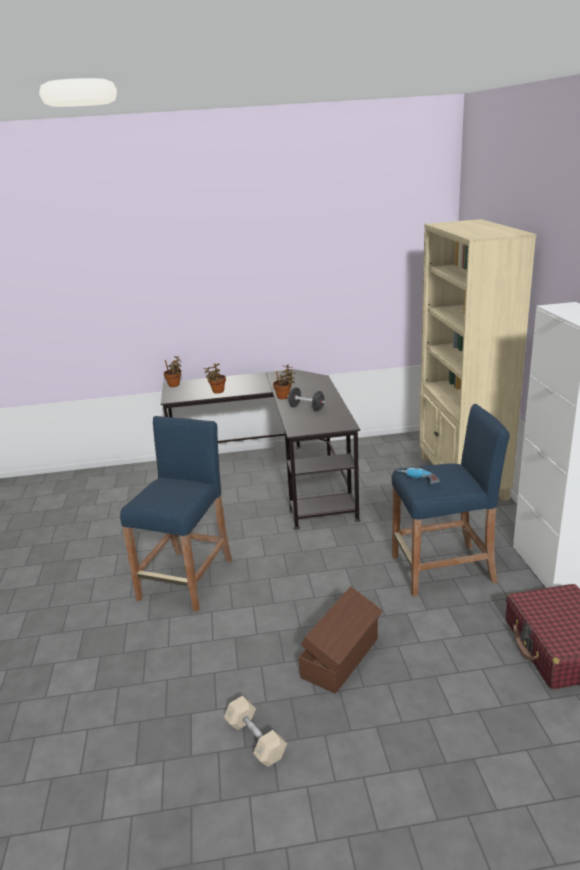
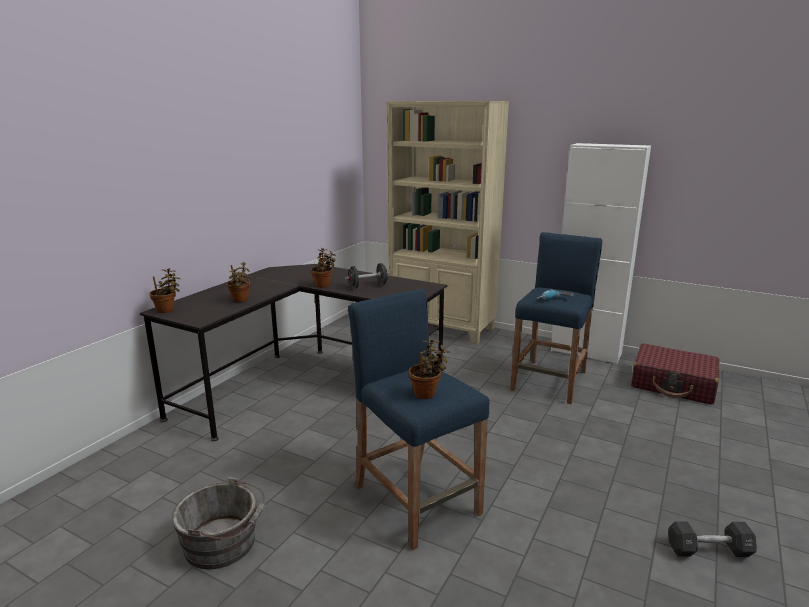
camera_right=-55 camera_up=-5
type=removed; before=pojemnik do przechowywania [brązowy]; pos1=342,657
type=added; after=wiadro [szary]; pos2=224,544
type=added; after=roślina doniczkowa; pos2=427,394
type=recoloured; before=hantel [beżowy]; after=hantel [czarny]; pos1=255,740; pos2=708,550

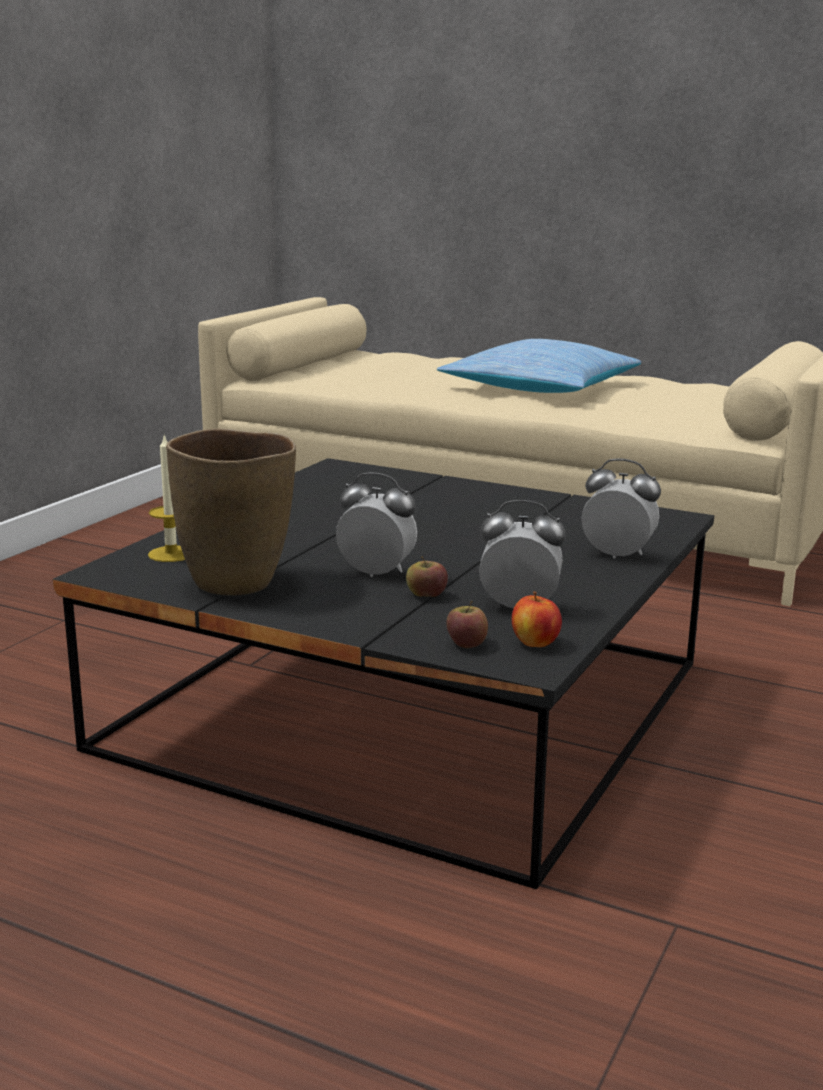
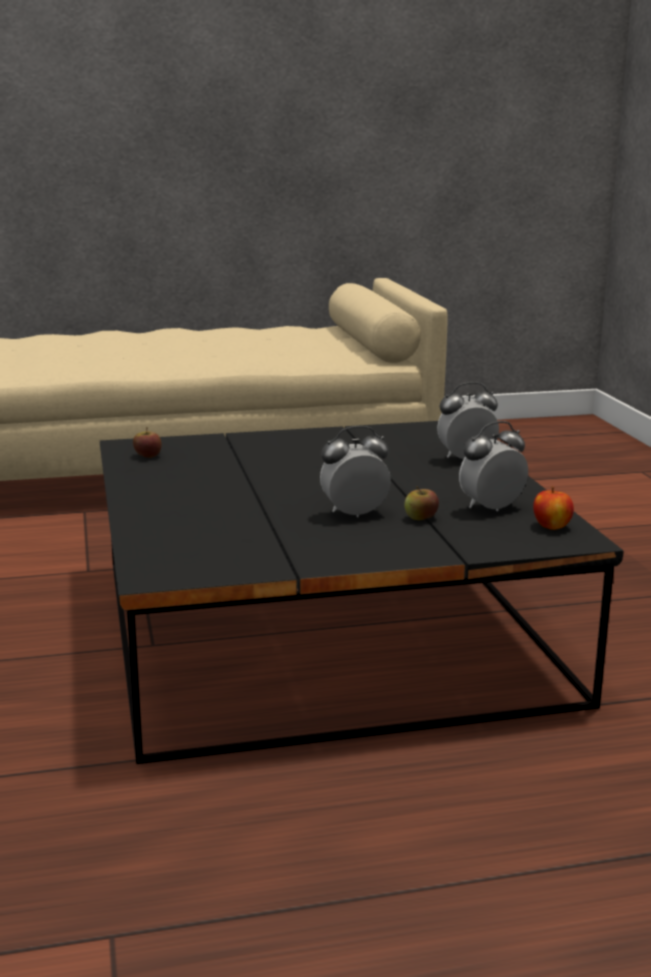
camera_right=-40 camera_up=0
type=removed; before=świeca; pos1=171,554
type=removed; before=wazon [brązowy]; pos1=236,583
type=removed; before=poduszka; pos1=539,388
type=moved; before=jabłko; pos1=466,643; pos2=147,456

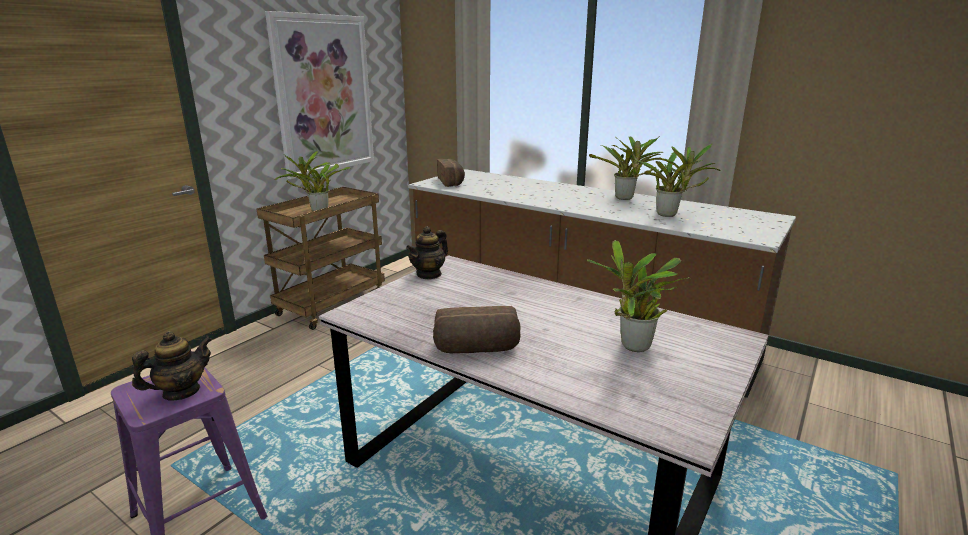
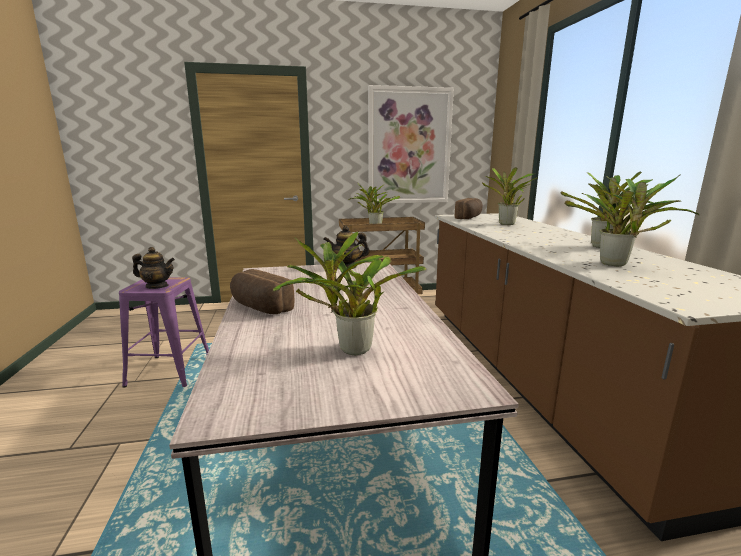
camera_right=45 camera_up=-5
type=added; after=roślina doniczkowa; pos2=506,224

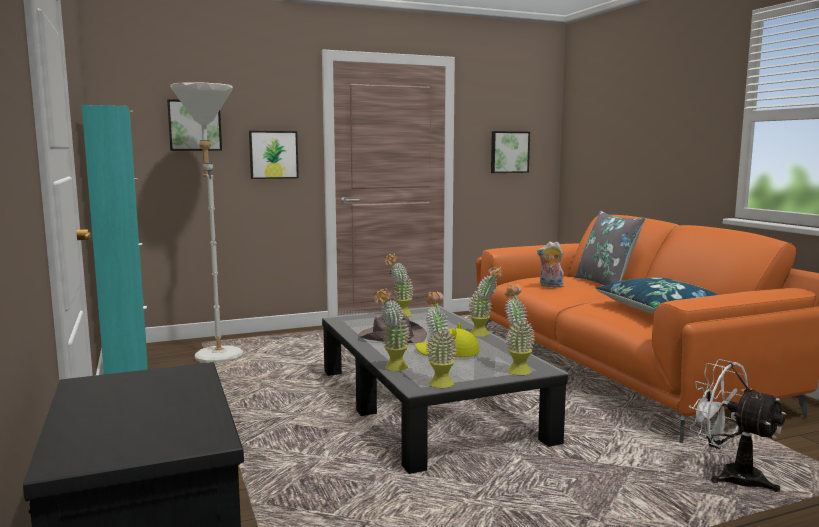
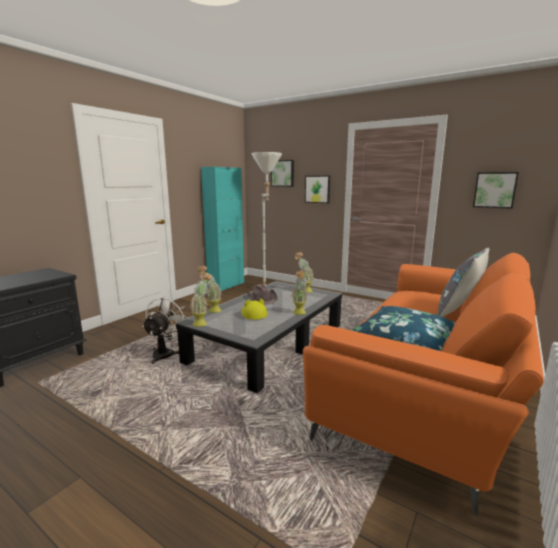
camera_right=55 camera_up=5
type=removed; before=roślina doniczkowa; pos1=516,369
type=removed; before=pluszak; pos1=550,286
type=moved; before=wentylator [biały]; pos1=730,475; pos2=165,353

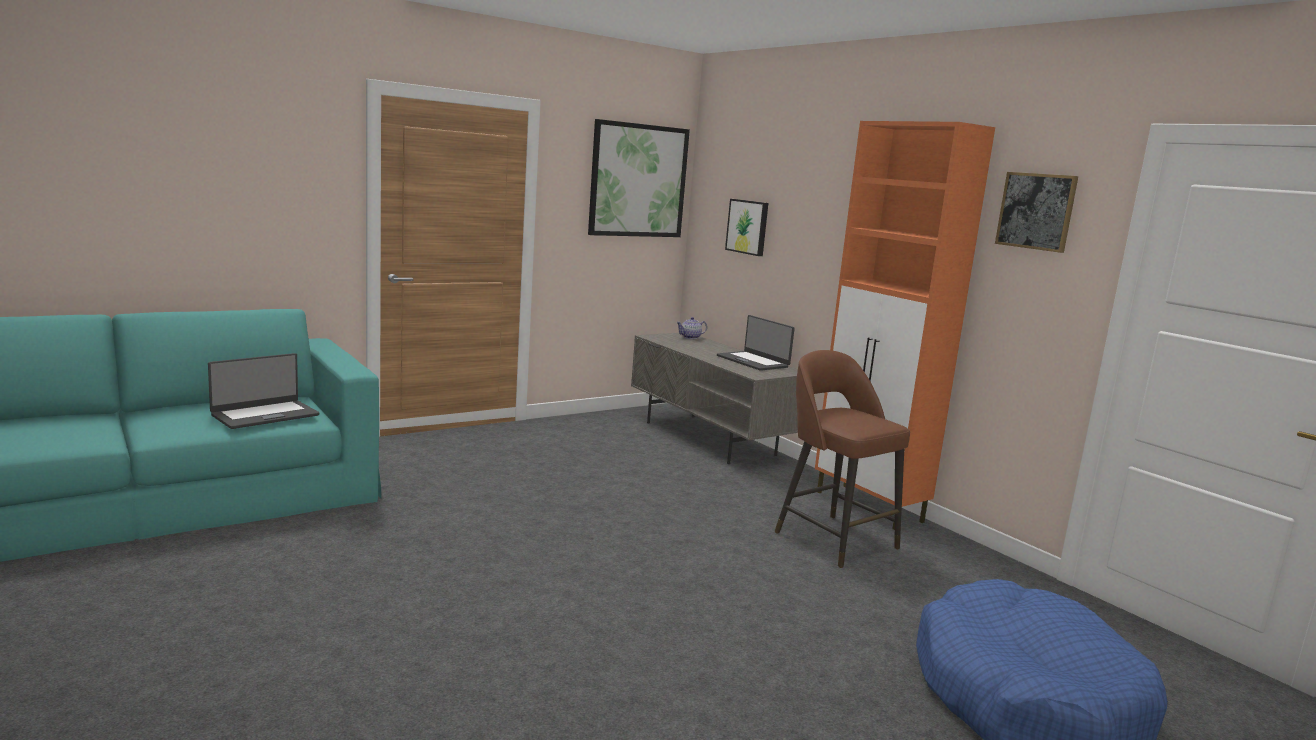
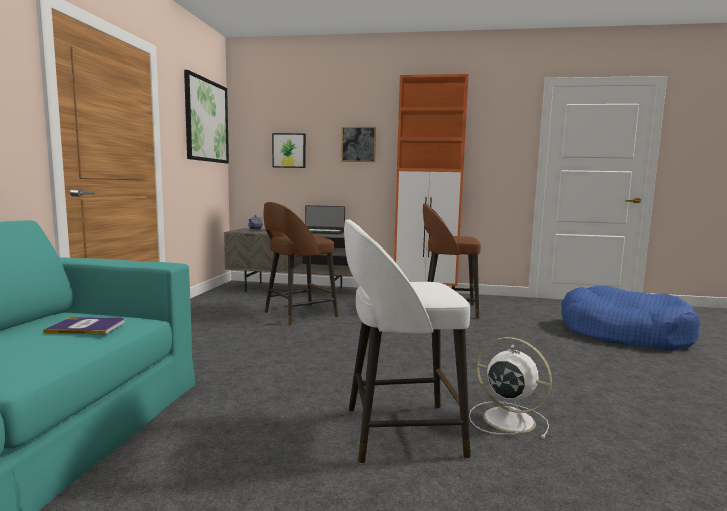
camera_right=-45 camera_up=-5
type=added; after=stołek [brązowy]; pos2=298,314
type=added; after=stołek [biały]; pos2=399,431
type=added; after=wentylator [biały]; pos2=506,419
type=moved; before=obraz; pos1=1036,211; pos2=358,144
type=replaced; before=laptop; after=książka; pos1=265,415; pos2=87,327

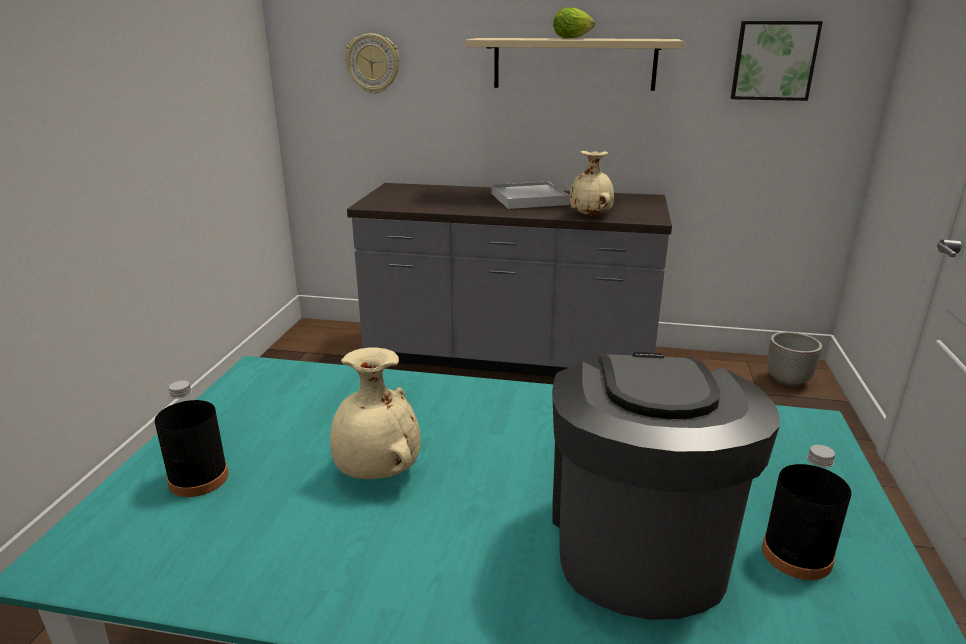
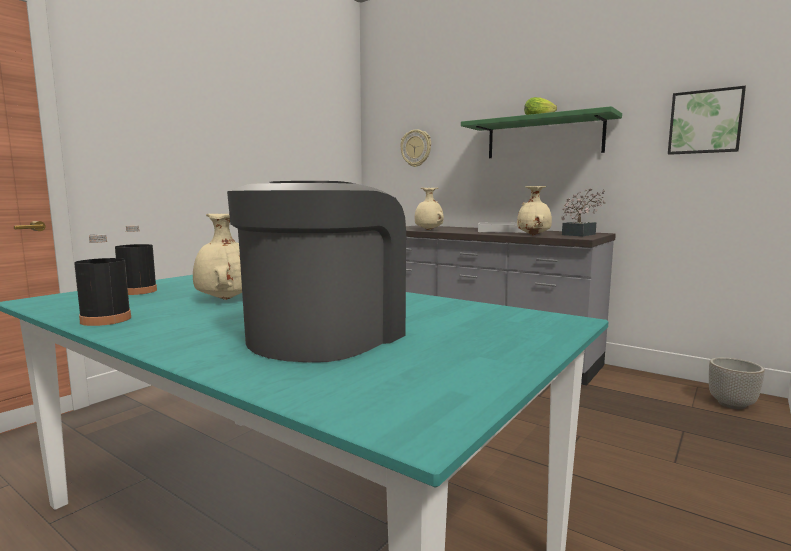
camera_right=25 camera_up=-15
type=added; after=wazon [beżowy]; pos2=428,230
type=added; after=roślina doniczkowa; pos2=581,234
type=moved; before=butelka [czarny]; pos1=796,555; pos2=106,320
type=recoloured; before=półka [beżowy]; after=półka [zielony]; pos1=574,64; pos2=543,138

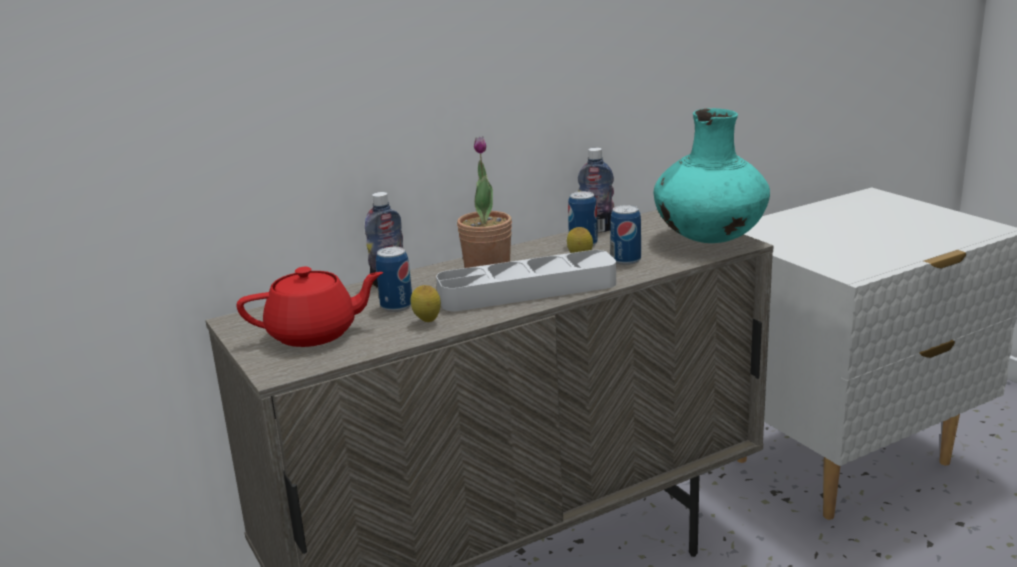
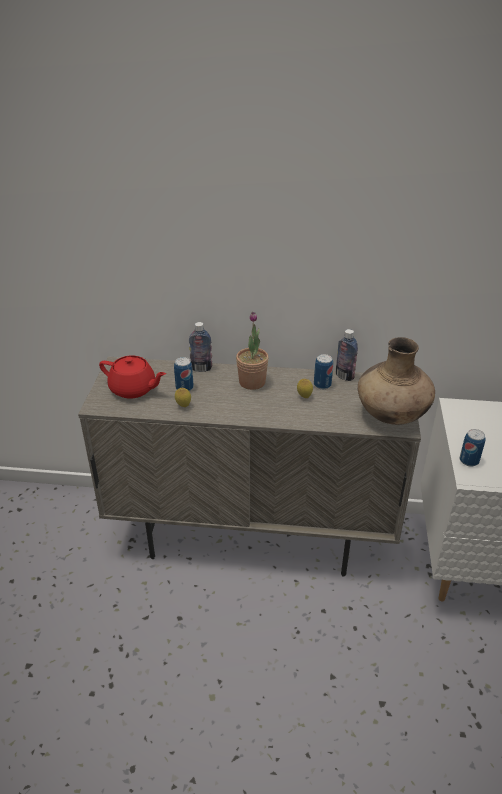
camera_right=35 camera_up=15
type=removed; before=taca [szary]; pos1=527,290
type=moved; before=puszka; pos1=626,260; pos2=469,460
type=recoloured; before=wazon [turkusowy]; after=wazon [brązowy]; pos1=709,239; pos2=391,415

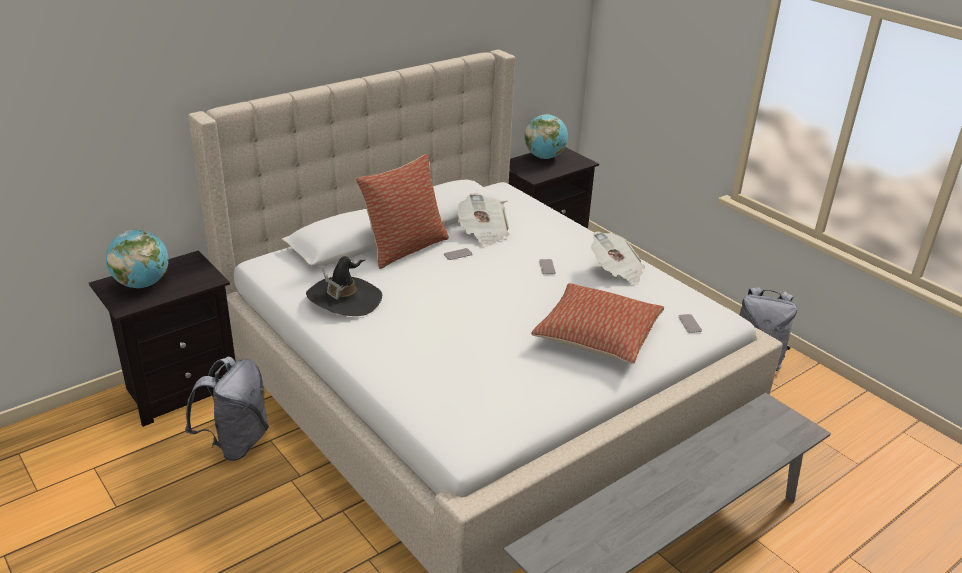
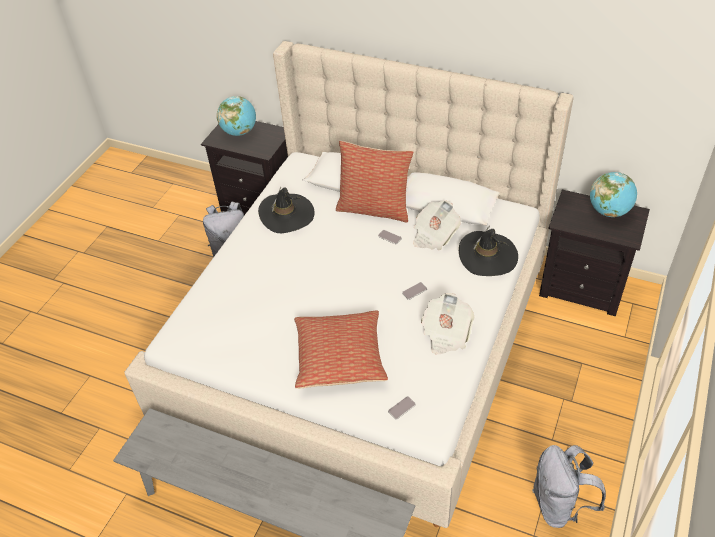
camera_right=65 camera_up=15
type=added; after=kapelusz [czarny]; pos2=487,256

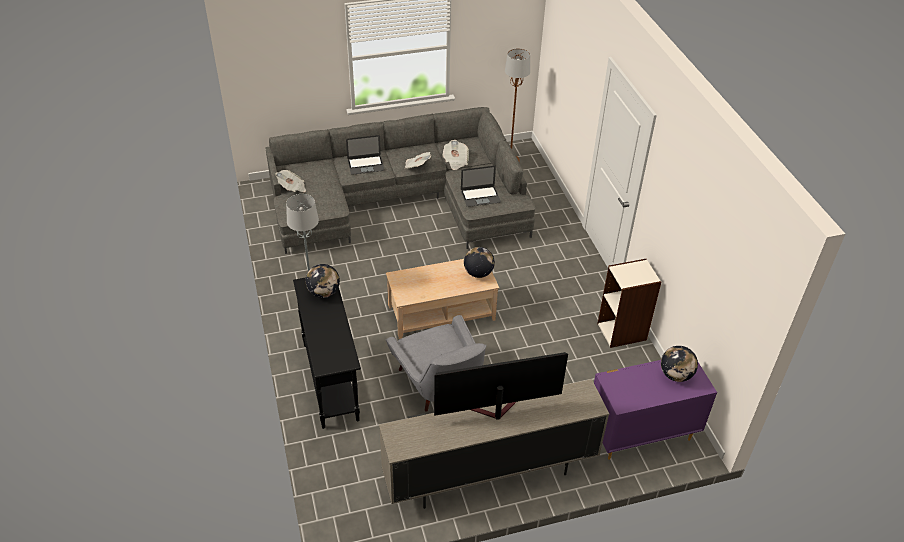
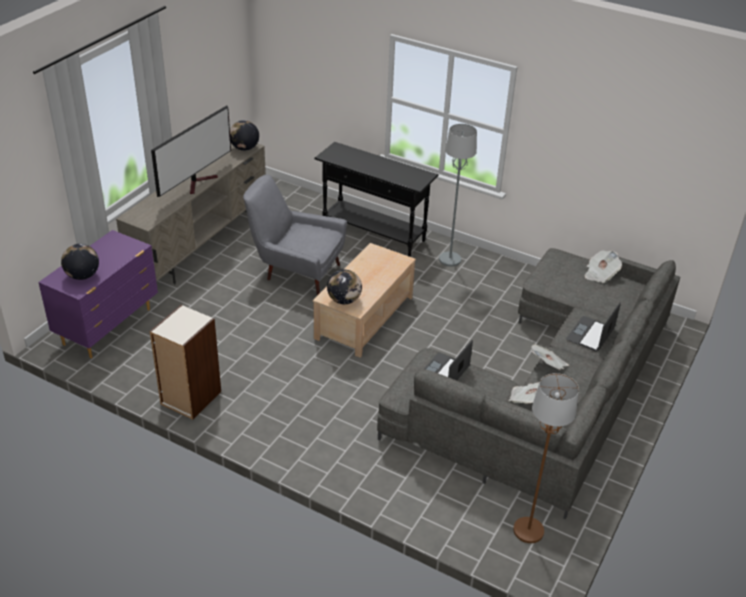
camera_right=135 camera_up=-5
type=moved; before=globus; pos1=324,292; pos2=244,148

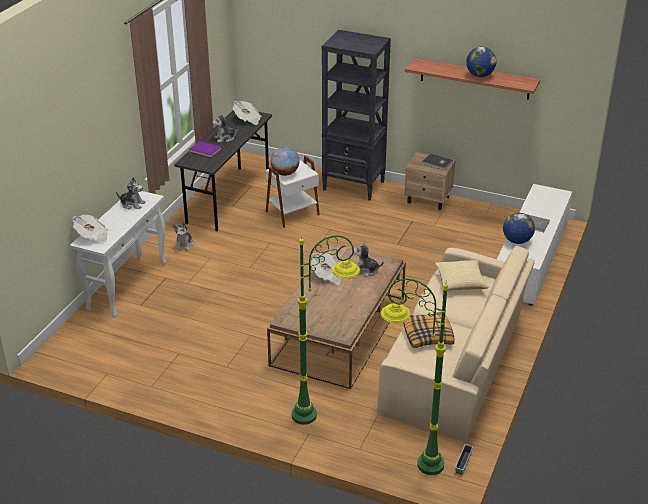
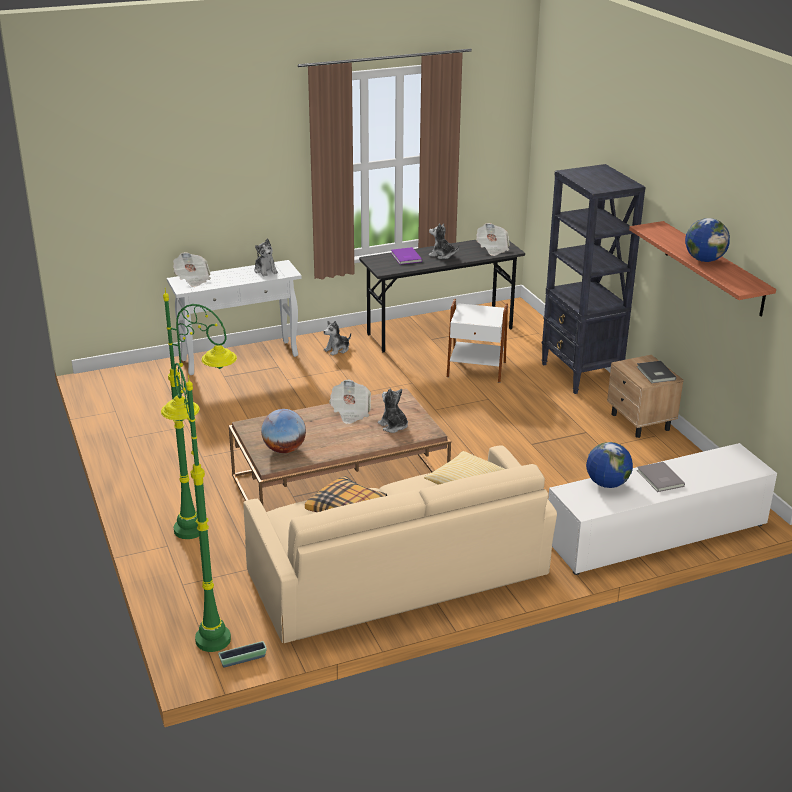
camera_right=45 camera_up=-5
type=moved; before=globus; pos1=285,173; pos2=284,449

